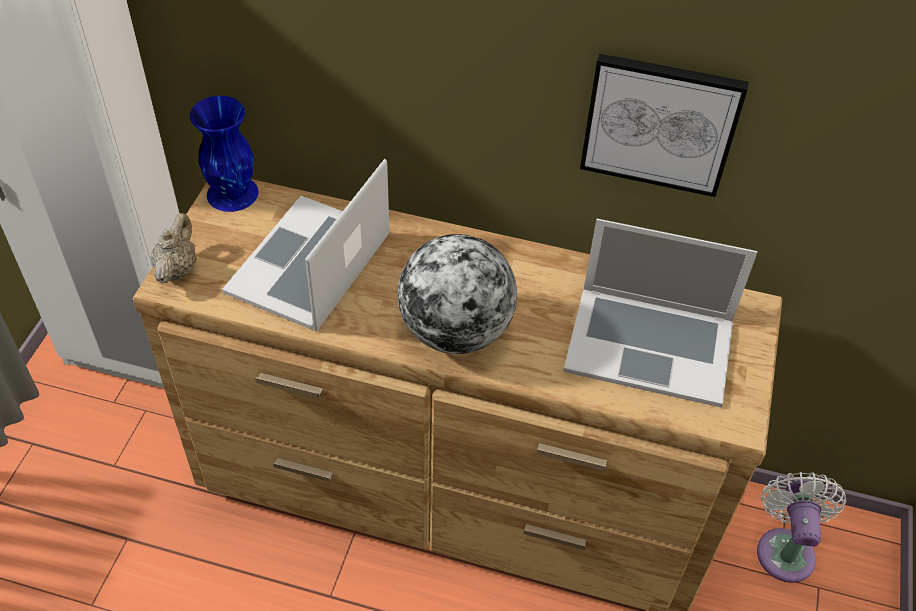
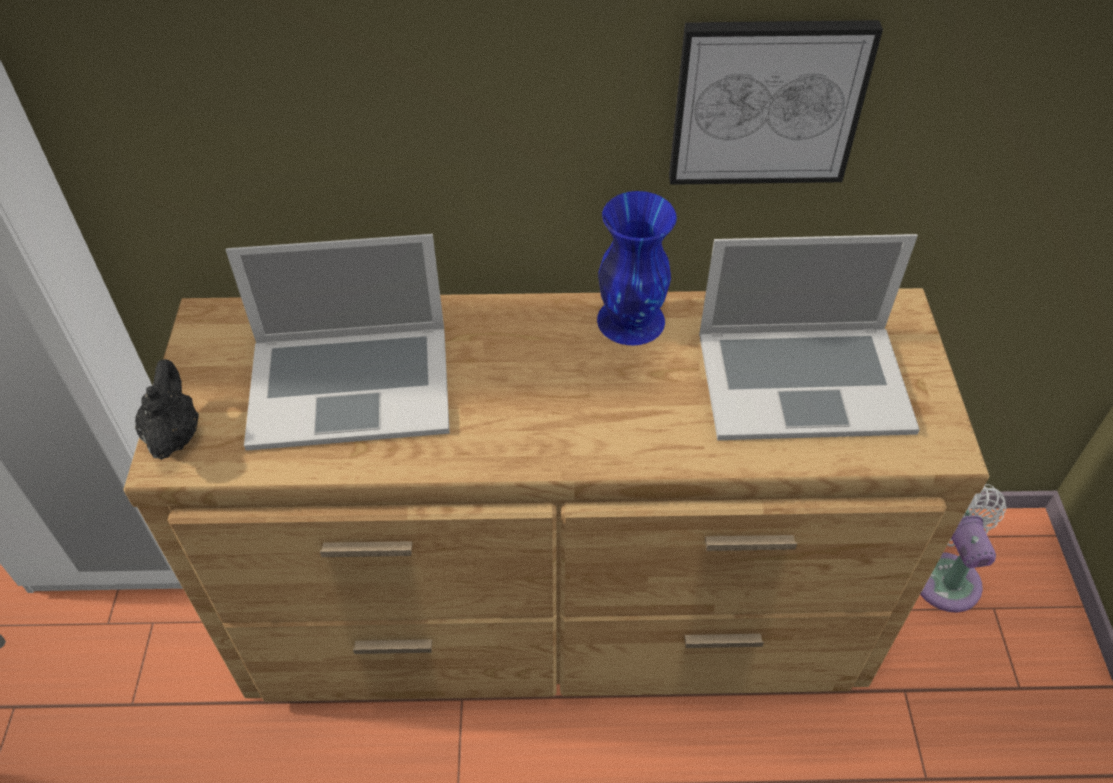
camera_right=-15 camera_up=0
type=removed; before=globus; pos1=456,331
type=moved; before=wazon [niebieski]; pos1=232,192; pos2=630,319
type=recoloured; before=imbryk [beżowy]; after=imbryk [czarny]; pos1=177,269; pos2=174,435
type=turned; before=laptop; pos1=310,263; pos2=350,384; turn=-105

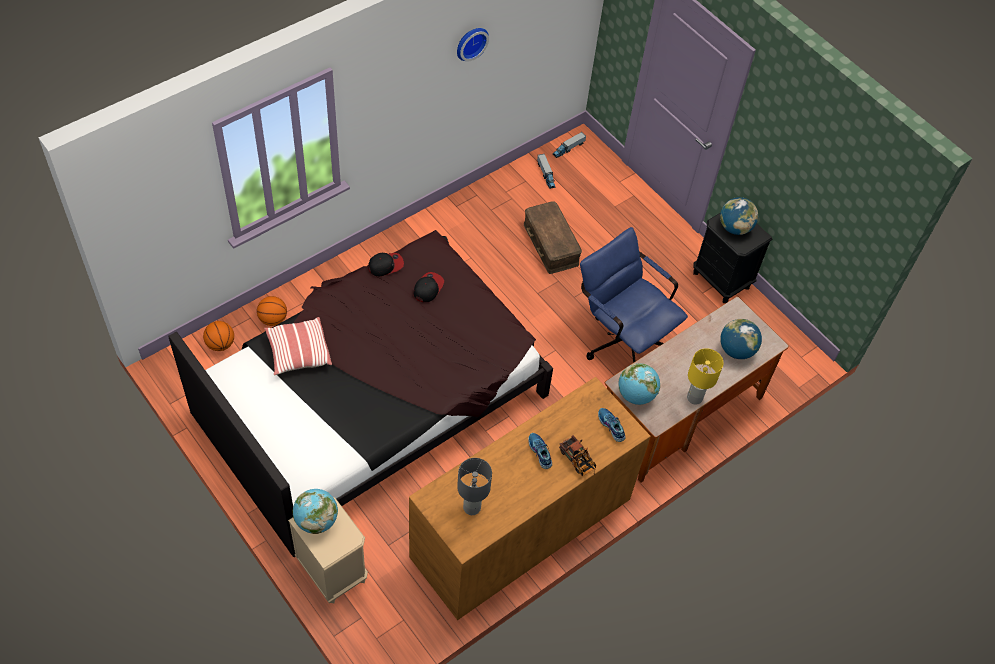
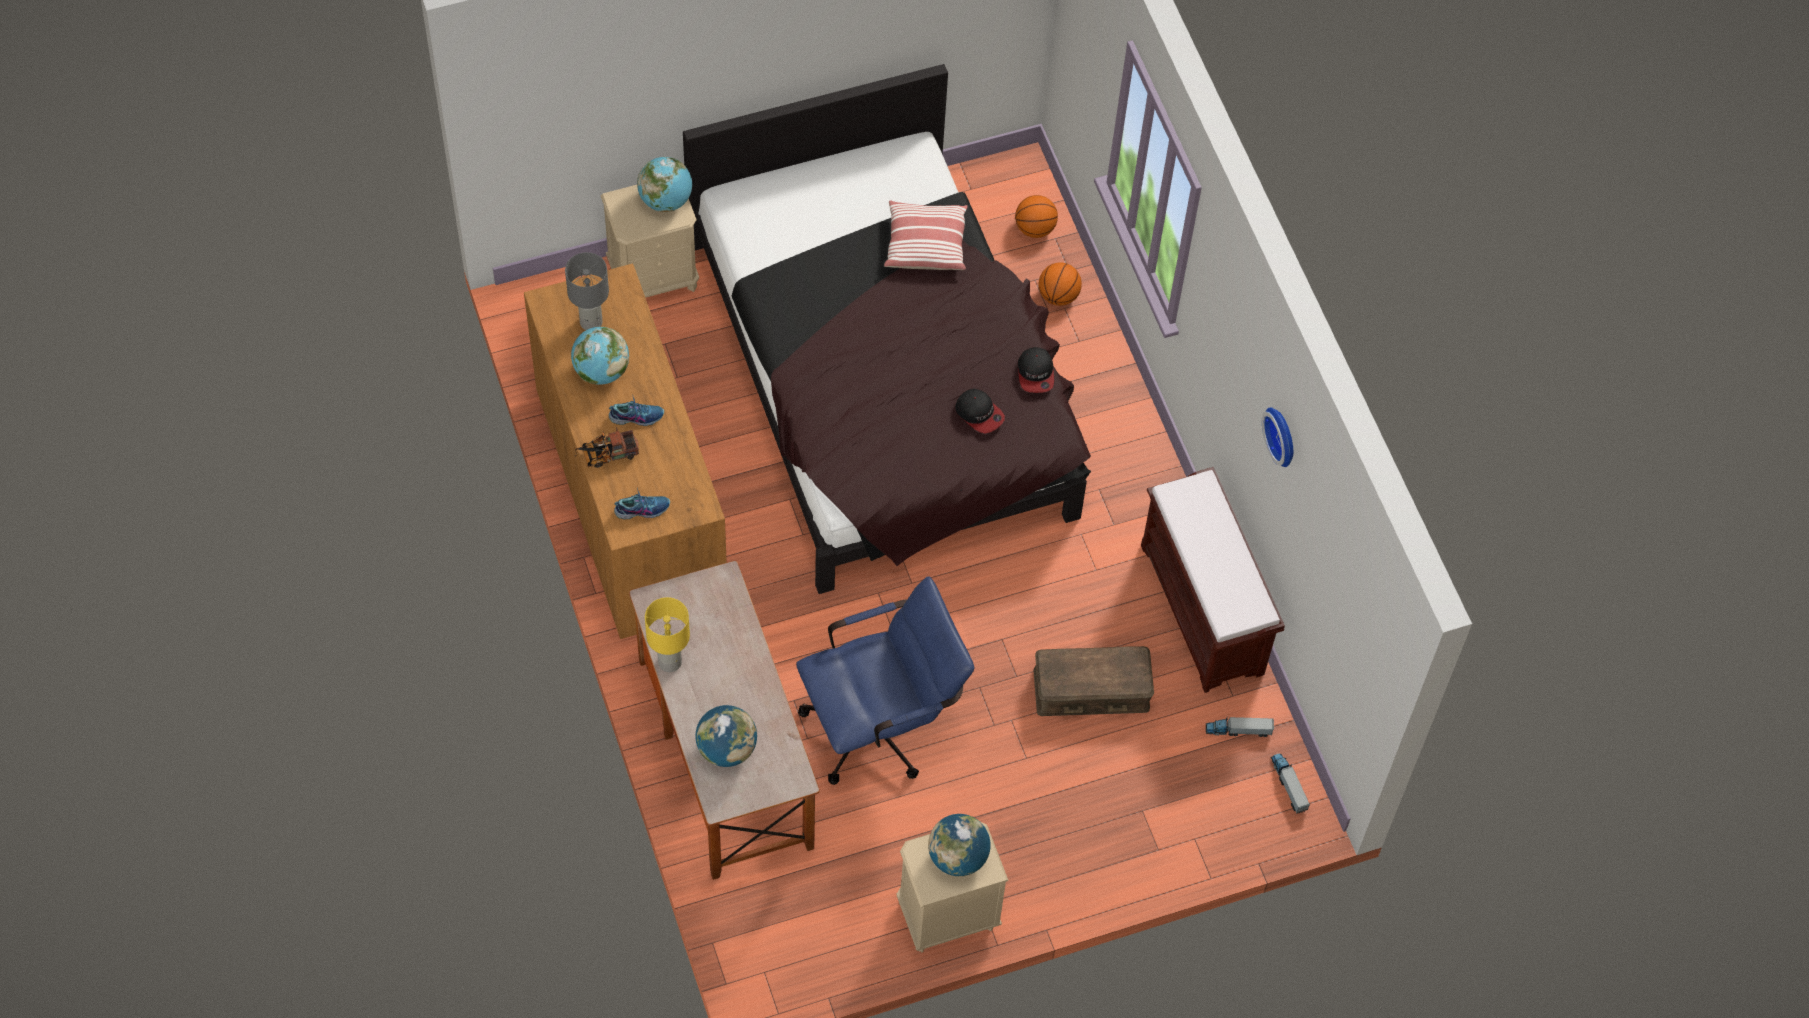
camera_right=110 camera_up=5
type=added; after=ławka [brązowy]; pos2=1203,610
type=moved; before=globus; pos1=636,395; pos2=601,371
type=recoloured; before=szafka nocna [czarny]; after=szafka nocna [beżowy]; pos1=721,280; pos2=946,915

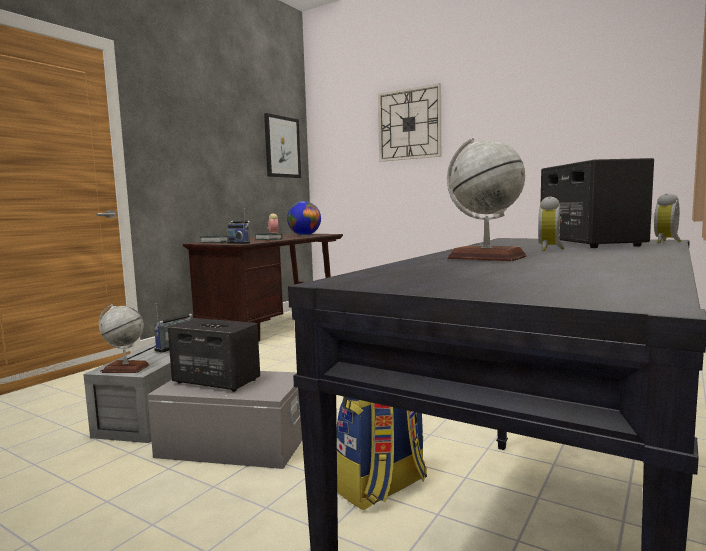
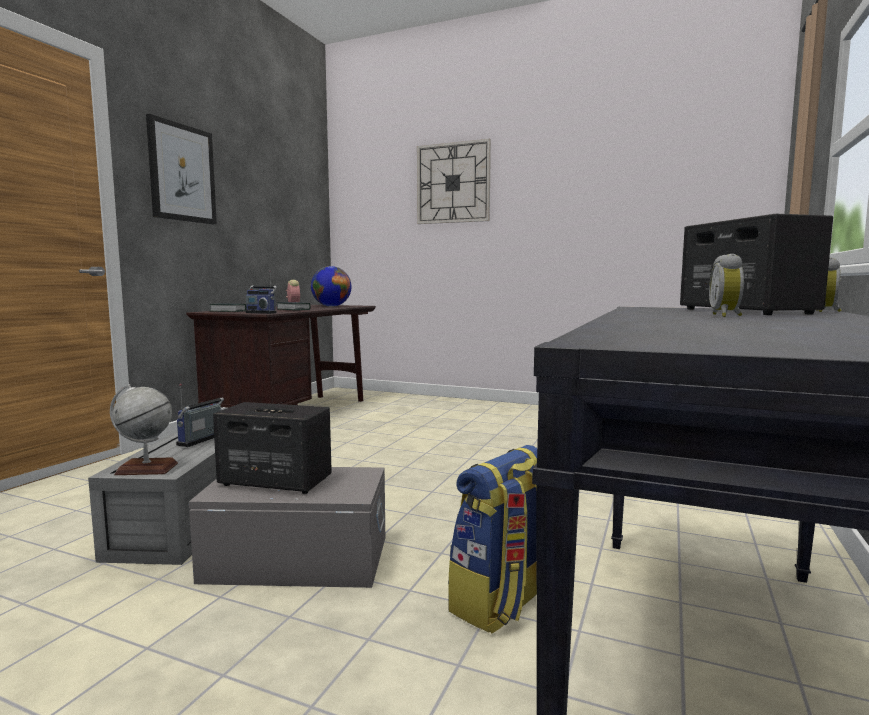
camera_right=-10 camera_up=0
type=removed; before=globus; pos1=486,257
type=moved; before=obraz; pos1=282,147; pos2=182,173

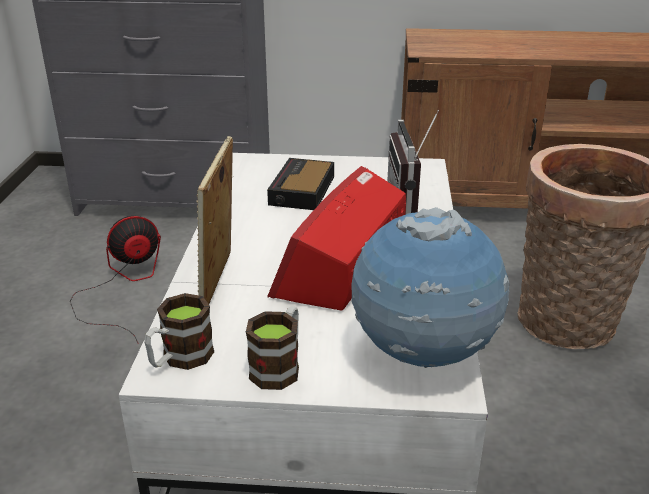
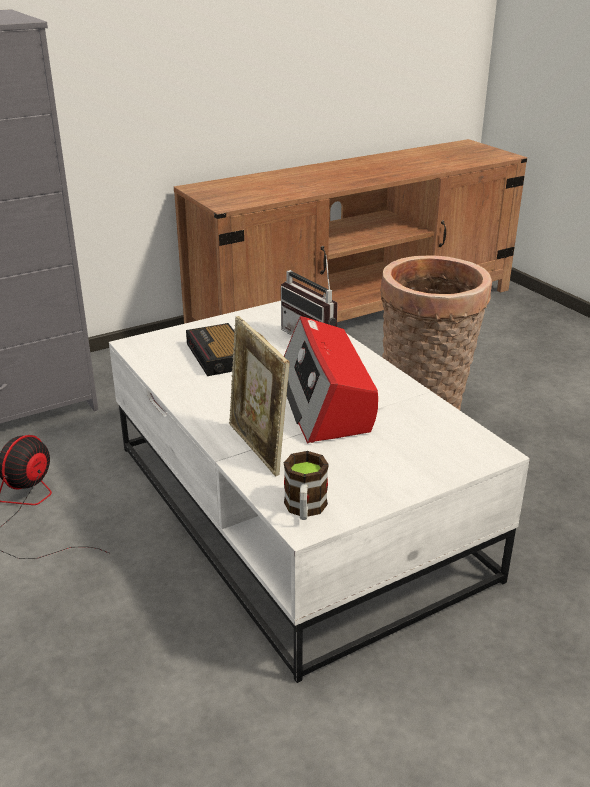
camera_right=-35 camera_up=0
type=removed; before=kubek; pos1=279,366
type=removed; before=globus; pos1=423,357

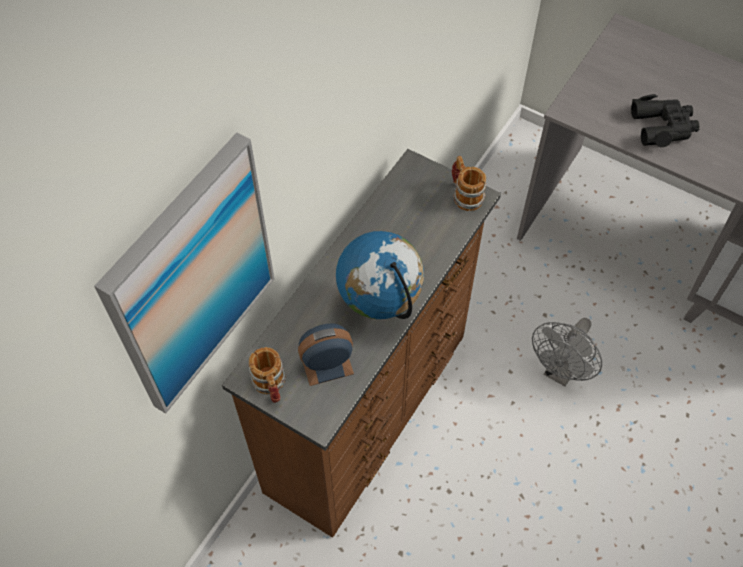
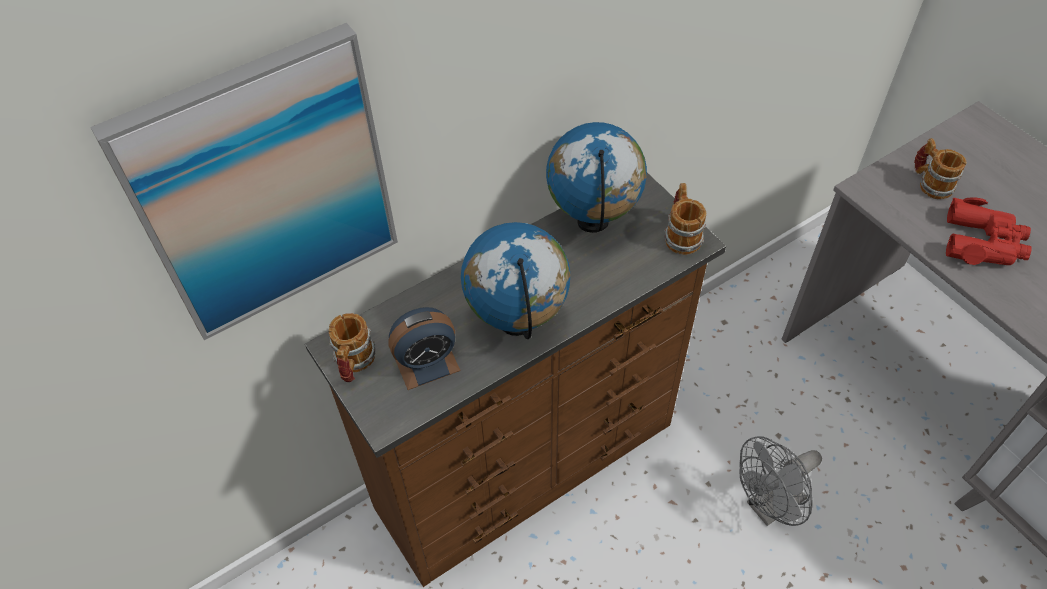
camera_right=25 camera_up=-5
type=added; after=globus; pos2=593,222
type=added; after=kubek; pos2=930,183
type=recoloured; before=lornetka [czarny]; after=lornetka [czerwony]; pos1=663,126; pos2=983,242
type=turned; before=budzik; pos1=327,364; pos2=426,363; turn=150

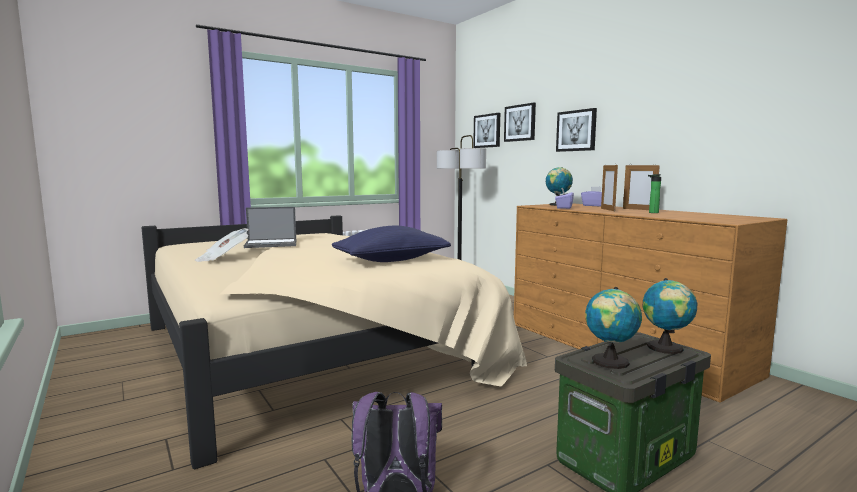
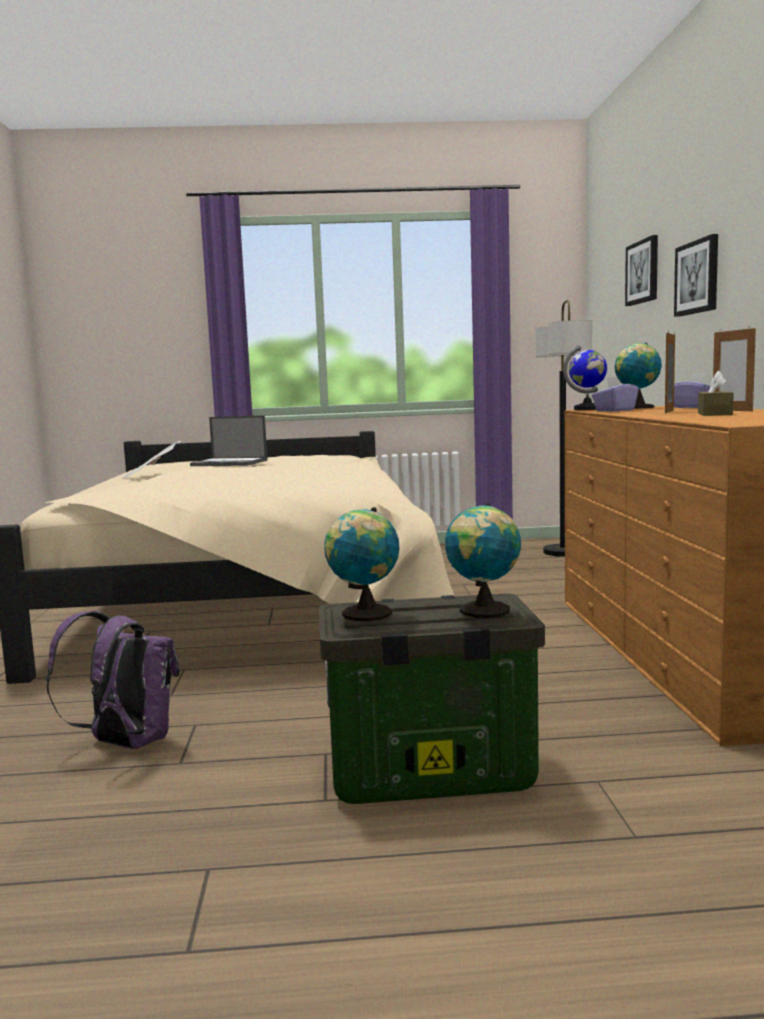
camera_right=30 camera_up=0
type=removed; before=poduszka [niebieski]; pos1=391,260
type=removed; before=obraz; pos1=487,131
type=added; after=globus; pos2=587,409
type=replaced; before=butelka; after=pudełko chusteczek [brązowy]; pos1=652,213; pos2=714,414

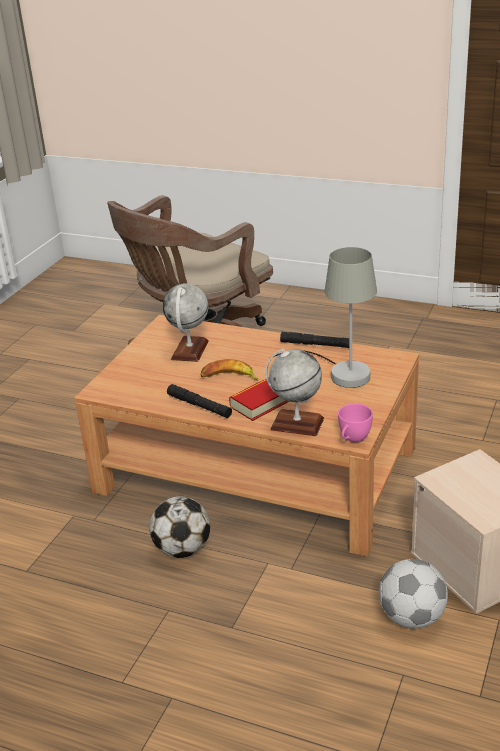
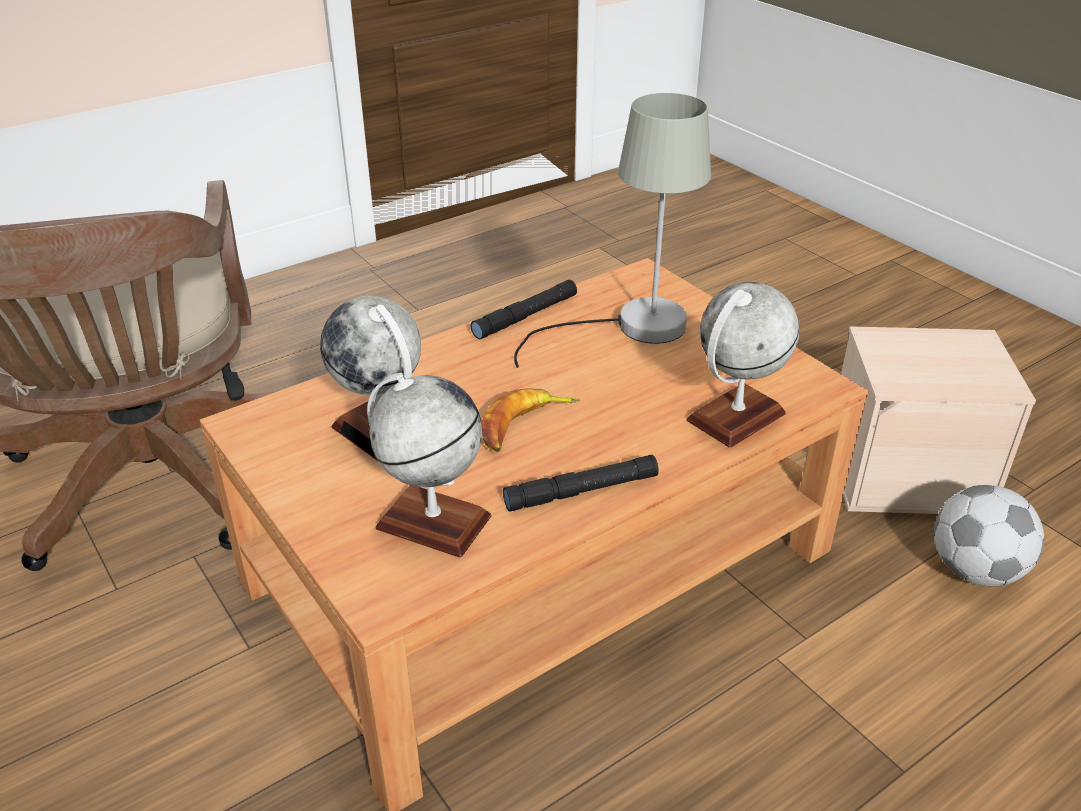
camera_right=-60 camera_up=5
type=removed; before=piłka futbolowa; pos1=182,549
type=removed; before=książka; pos1=260,404
type=removed; before=filiżanka [różowy]; pos1=353,439
type=added; after=globus; pos2=433,522

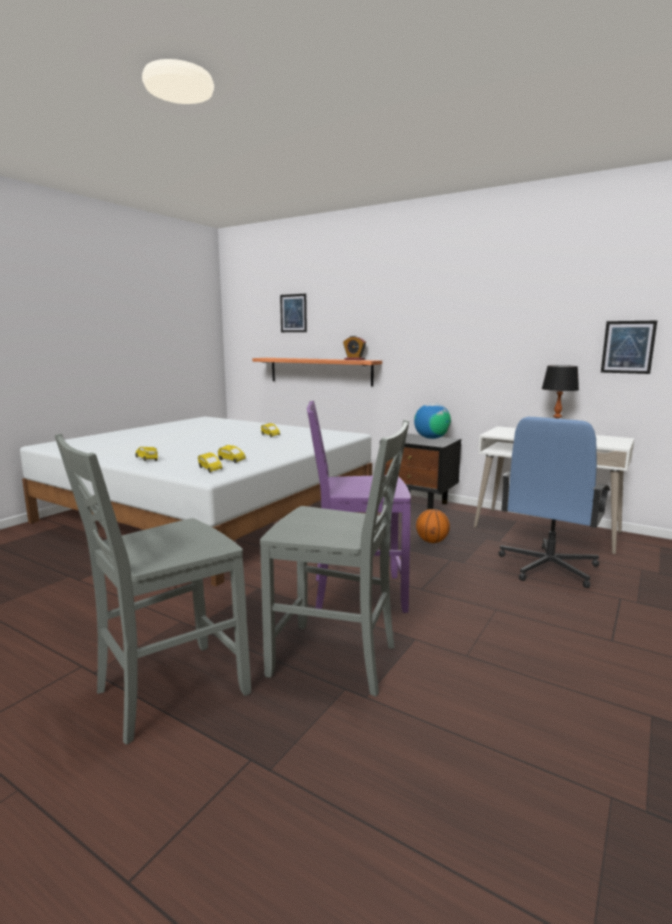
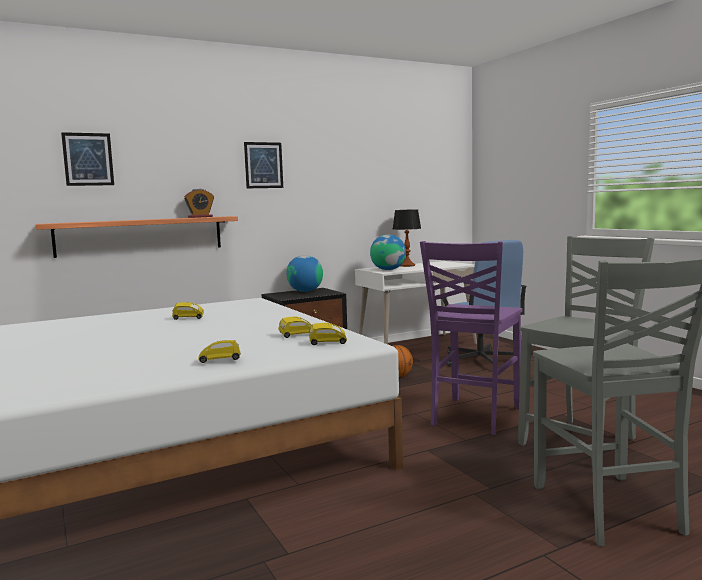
camera_right=-60 camera_up=-5
type=added; after=globus; pos2=388,269
type=moved; before=obraz; pos1=628,347; pos2=263,165

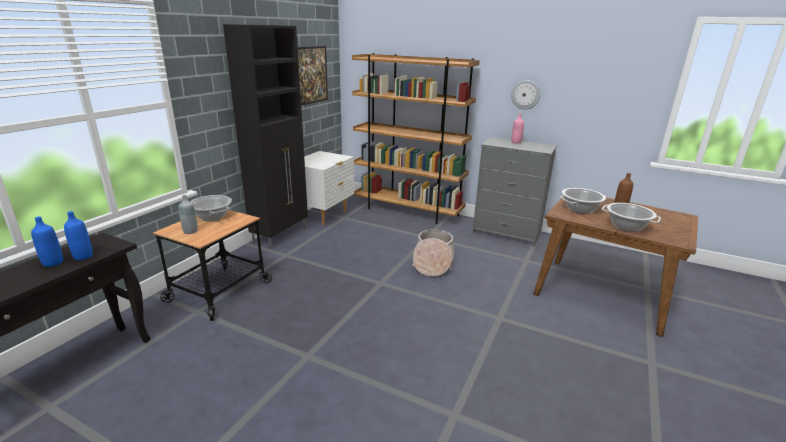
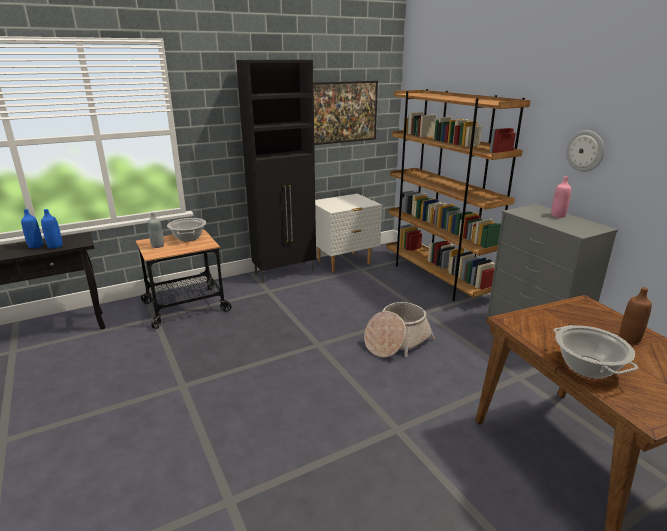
camera_right=35 camera_up=0
type=removed; before=garnek; pos1=580,209

